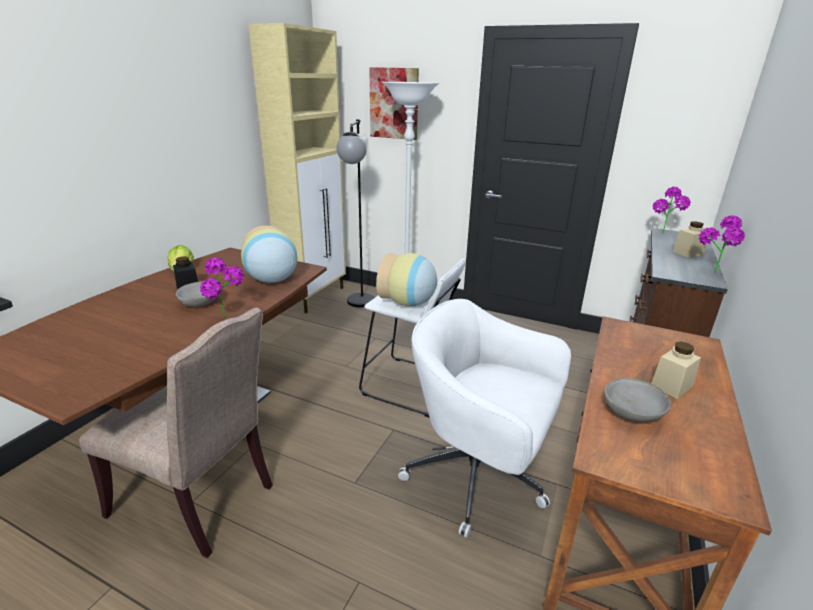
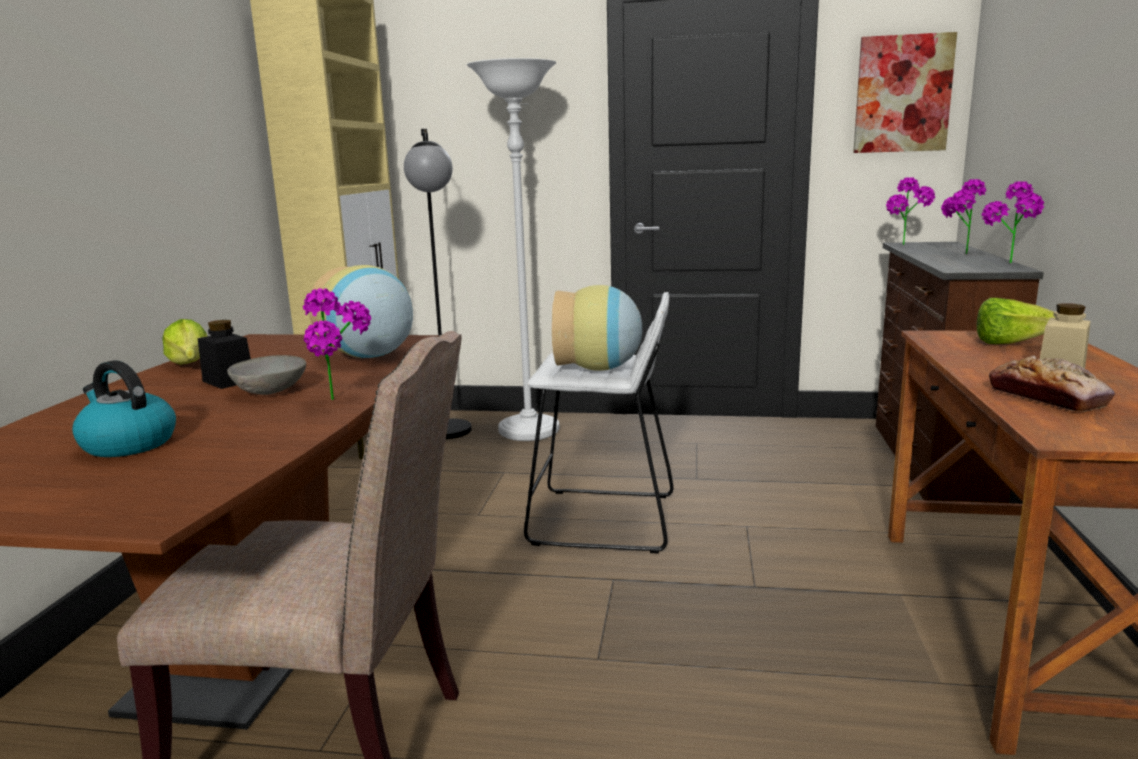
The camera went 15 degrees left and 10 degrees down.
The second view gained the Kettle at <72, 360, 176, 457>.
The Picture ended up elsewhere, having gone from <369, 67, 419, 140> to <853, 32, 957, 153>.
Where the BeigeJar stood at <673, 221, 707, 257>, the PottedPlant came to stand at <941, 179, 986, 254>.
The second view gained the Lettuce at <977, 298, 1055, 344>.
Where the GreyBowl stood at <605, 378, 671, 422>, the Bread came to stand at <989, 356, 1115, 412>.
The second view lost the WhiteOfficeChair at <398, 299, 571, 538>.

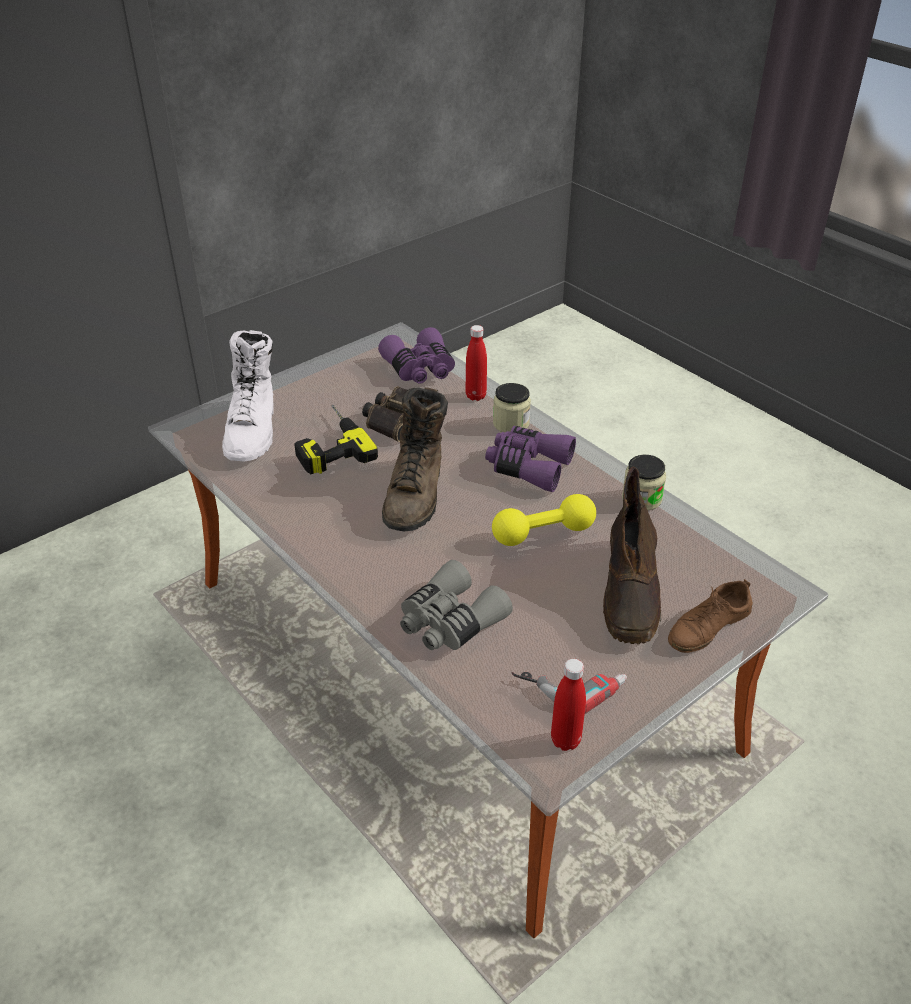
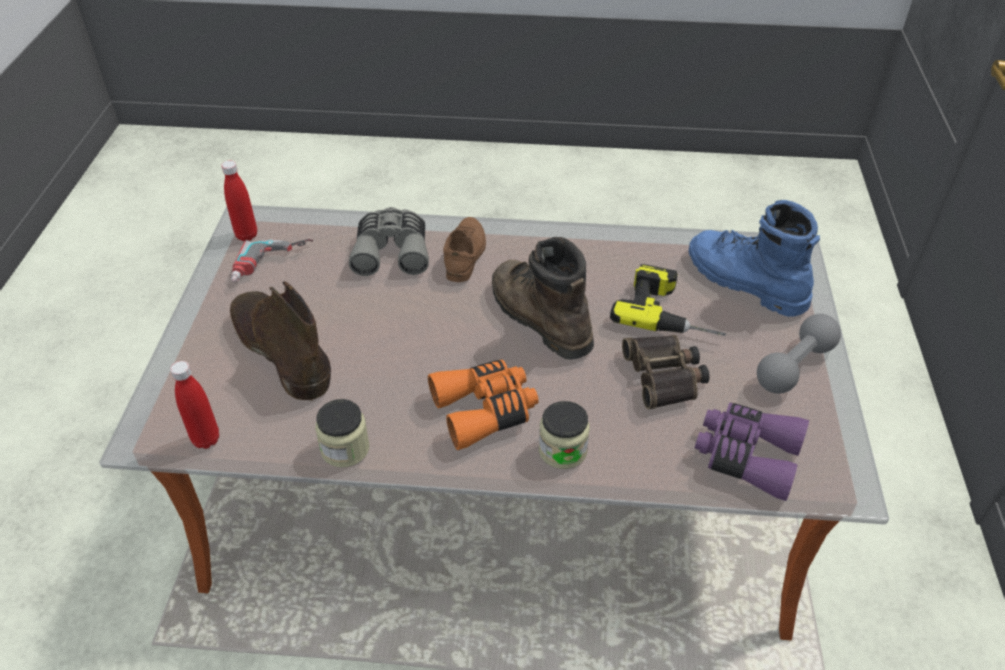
The camera went 135 degrees right and 5 degrees up.
The RedBottle ended up elsewhere, having gone from <465, 325, 487, 401> to <170, 361, 219, 449>.
What was the PurpleBinoculars at <485, 426, 576, 492> turned into the OrangeBinoculars at <428, 360, 539, 450>.
The BrownShoe ended up elsewhere, having gone from <668, 579, 753, 653> to <443, 217, 486, 282>.
What was the WhiteBoot at <222, 330, 274, 462> turned into the BlueBoot at <689, 200, 820, 317>.
The second view gained the GreyDumbbell at <757, 314, 841, 394>.
The second view lost the YellowDumbbell at <492, 494, 596, 546>.

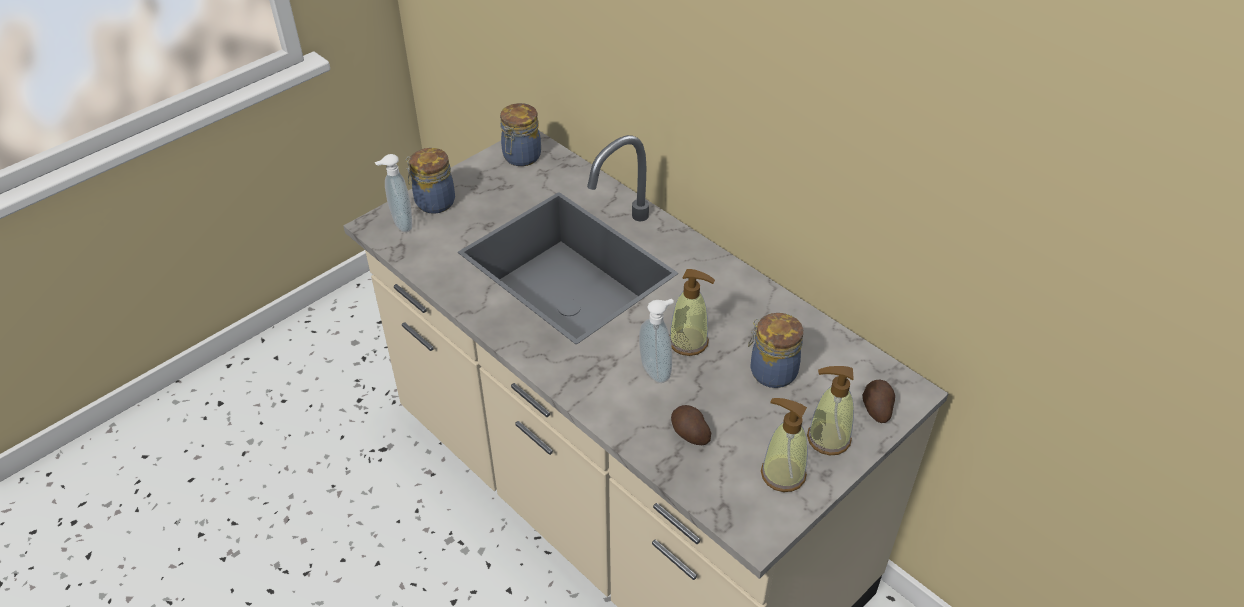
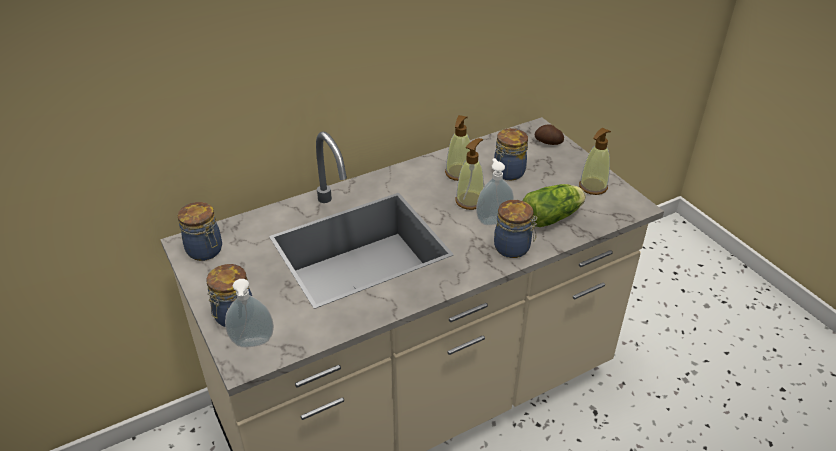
The camera went 75 degrees left and 5 degrees down.
The SoapDispenser ended up elsewhere, having gone from <807, 366, 854, 455> to <445, 115, 470, 181>.
The second view gained the Jar at <494, 200, 537, 258>.
Where the Potato stood at <671, 405, 711, 445>, the Lettuce came to stand at <523, 184, 586, 227>.

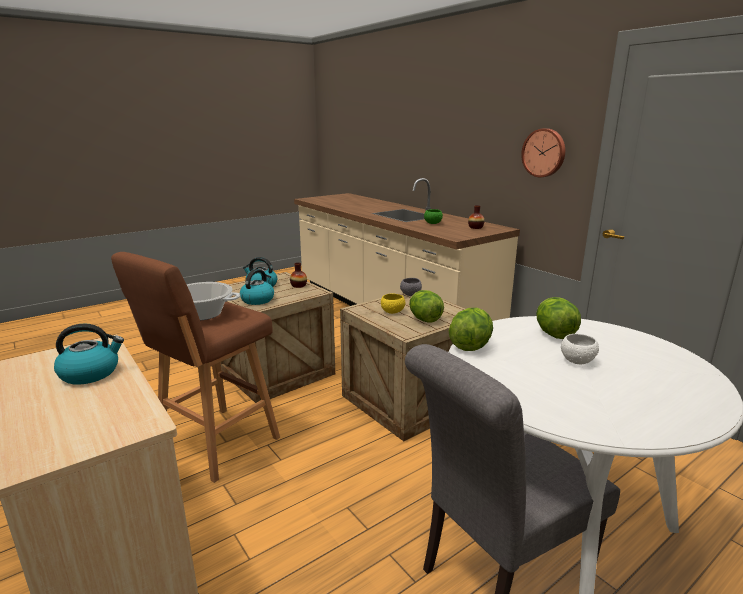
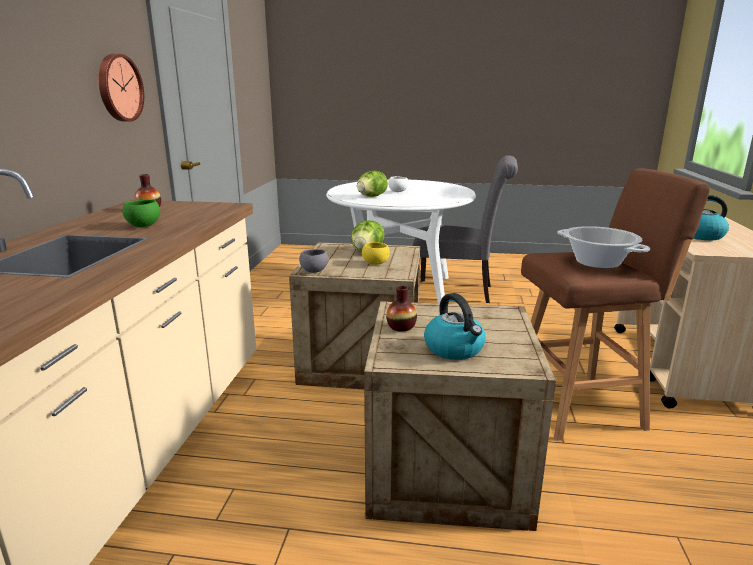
The camera went 135 degrees left and 0 degrees up.
The second view lost the Kettle at <240, 269, 274, 305>.
The second view lost the Lettuce at <449, 308, 493, 351>.

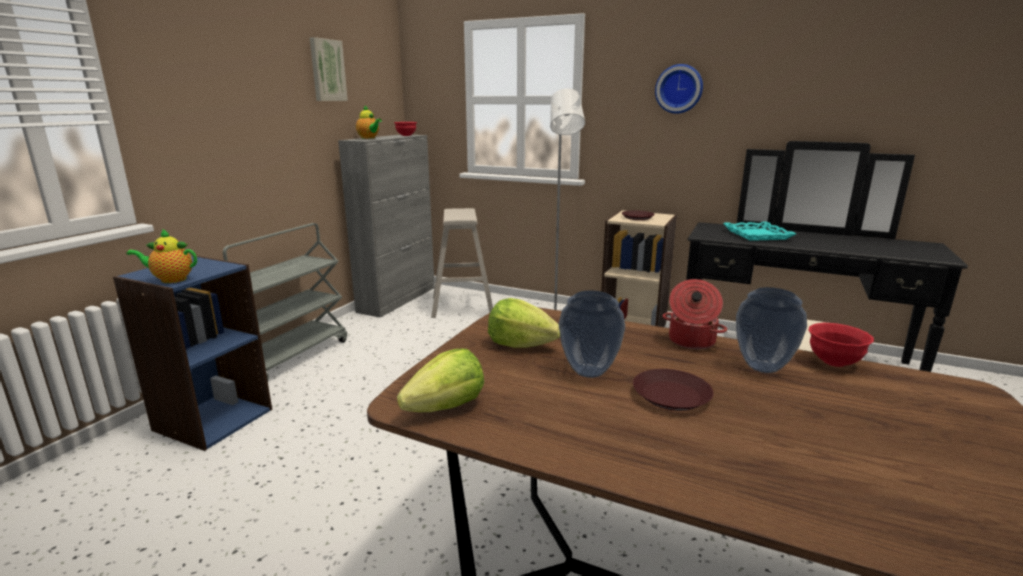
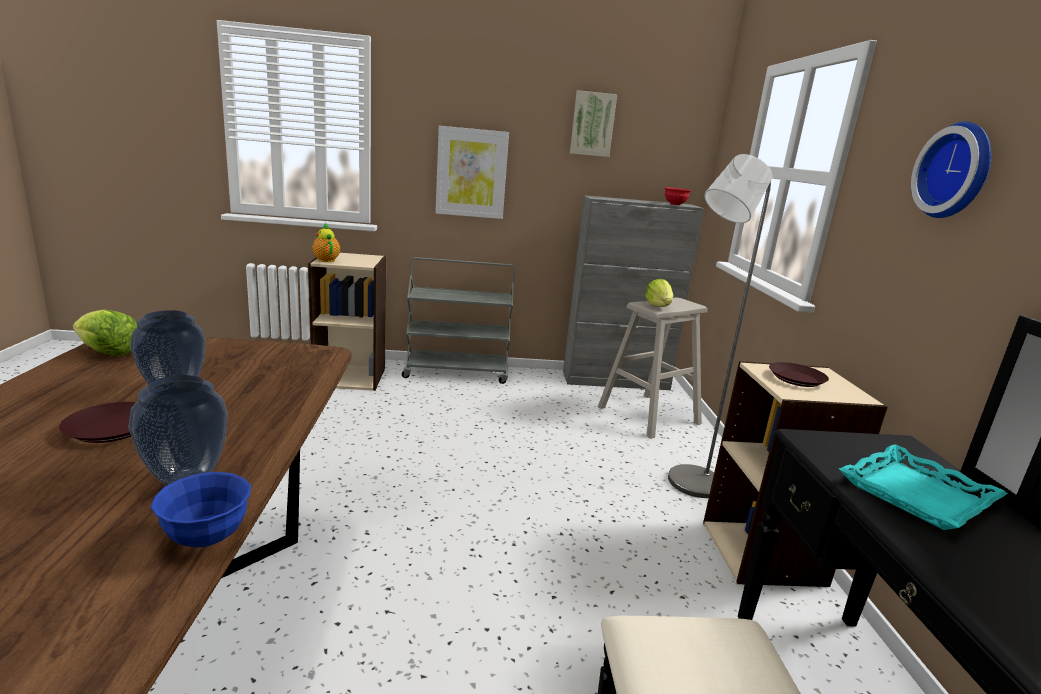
The camera went 60 degrees right and 0 degrees up.
What was the RedBowl at <808, 323, 874, 367> turned into the BlueBowl at <151, 472, 251, 547>.
What was the BlueBookcase at <113, 256, 272, 451> turned into the BeigeBookcase at <308, 253, 386, 391>.
The second view gained the Picture at <435, 126, 509, 219>.
The Lettuce ended up elsewhere, having gone from <488, 298, 560, 348> to <645, 279, 674, 307>.
The second view lost the Teapot at <356, 105, 382, 139>.
The second view lost the CookingPot at <662, 279, 727, 349>.

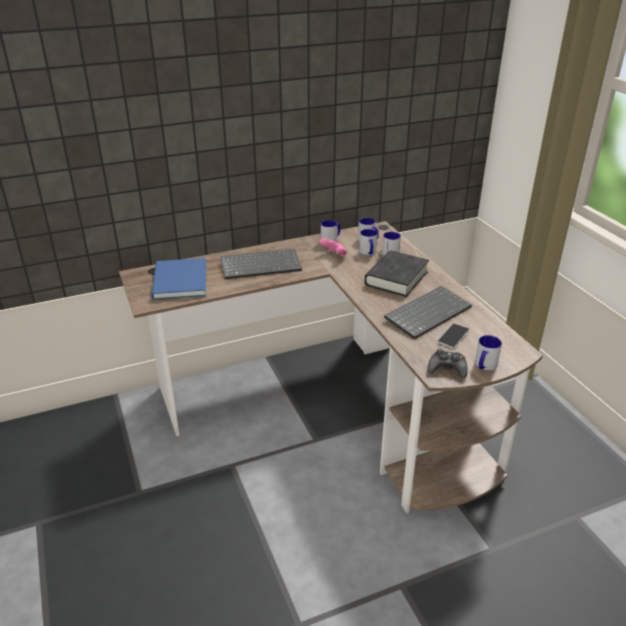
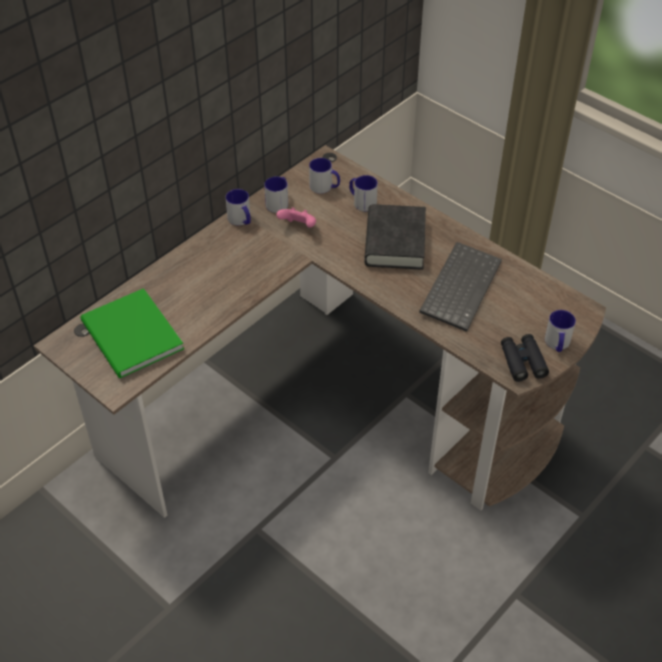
The camera went 25 degrees left and 15 degrees up.
What was the BlueBook at <151, 258, 206, 300> turned into the GreenBook at <80, 288, 184, 378>.
The Mug ended up elsewhere, having gone from <359, 229, 378, 255> to <225, 189, 251, 226>.
Where the BlackGameController stood at <427, 348, 468, 378>, the BlackBinoculars came to stand at <501, 334, 549, 382>.
The second view lost the Keyboard at <220, 249, 302, 279>.
The second view lost the Phone at <437, 324, 470, 348>.

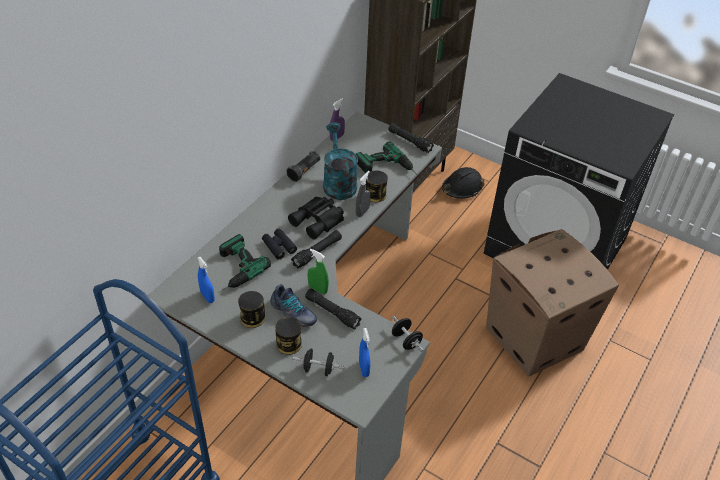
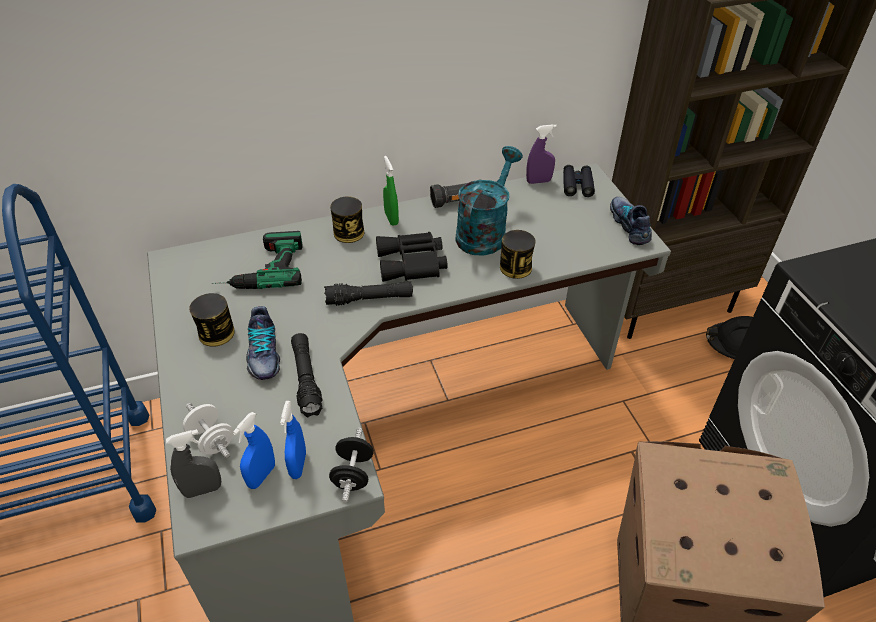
The camera went 40 degrees right and 0 degrees up.
The GreySprayBottle ended up elsewhere, having gone from <356, 171, 371, 217> to <166, 429, 221, 498>.
What was the BlackDumbbell at <293, 349, 345, 376> turned into the WhiteDumbbell at <183, 403, 233, 458>.
The BlueSprayBottle ended up elsewhere, having gone from <198, 257, 215, 303> to <280, 401, 306, 479>.
The Can ended up elsewhere, having gone from <275, 317, 302, 355> to <330, 196, 364, 243>.
The GreenSprayBottle ended up elsewhere, having gone from <308, 249, 329, 294> to <383, 156, 399, 226>.
The BlackBinoculars ended up elsewhere, having gone from <262, 229, 297, 260> to <563, 165, 595, 197>.
Where the BlackFlashlight stood at <388, 123, 434, 153>, the Shoe came to stand at <610, 197, 652, 245>.
The second view lost the PowerDrill at <356, 141, 417, 174>.

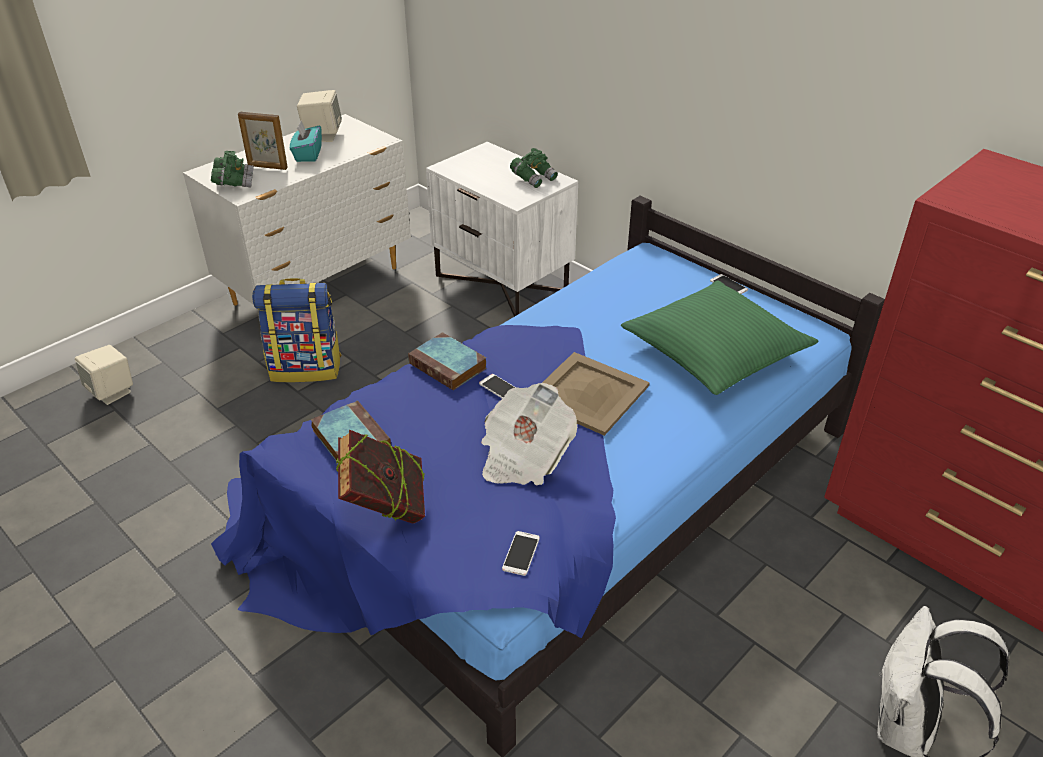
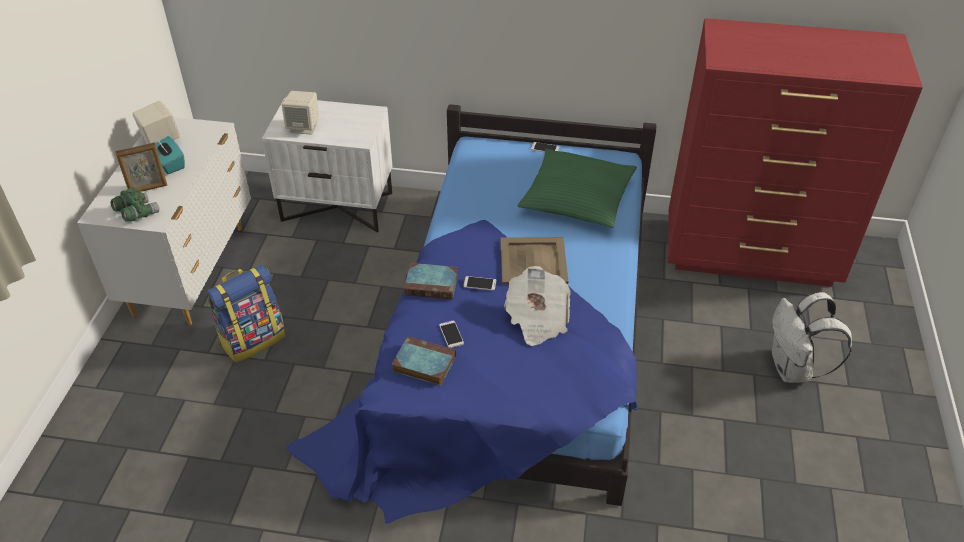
The camera went 35 degrees left and 5 degrees up.
The BeigeSpeaker ended up elsewhere, having gone from <75, 345, 133, 405> to <282, 91, 319, 135>.
The Phone ended up elsewhere, having gone from <502, 531, 540, 576> to <439, 321, 464, 348>.
The second view lost the Book at <336, 430, 425, 524>.
The second view lost the GreenBinoculars at <510, 148, 558, 188>.

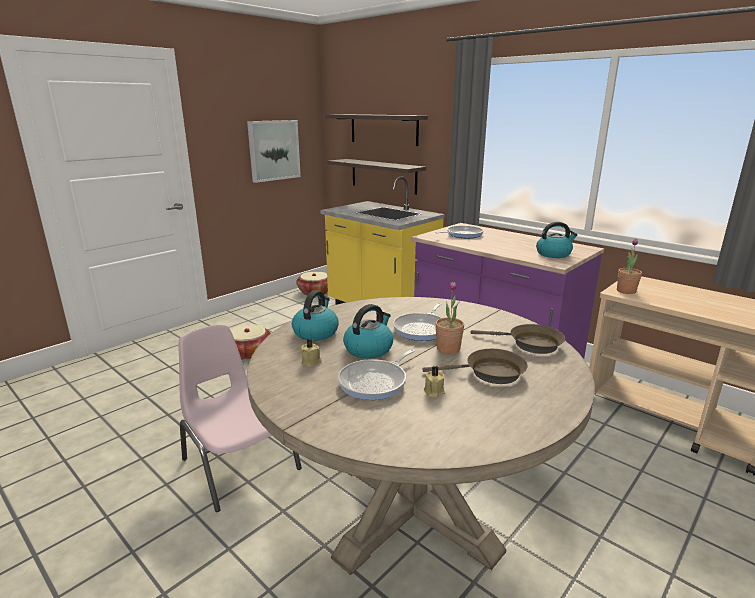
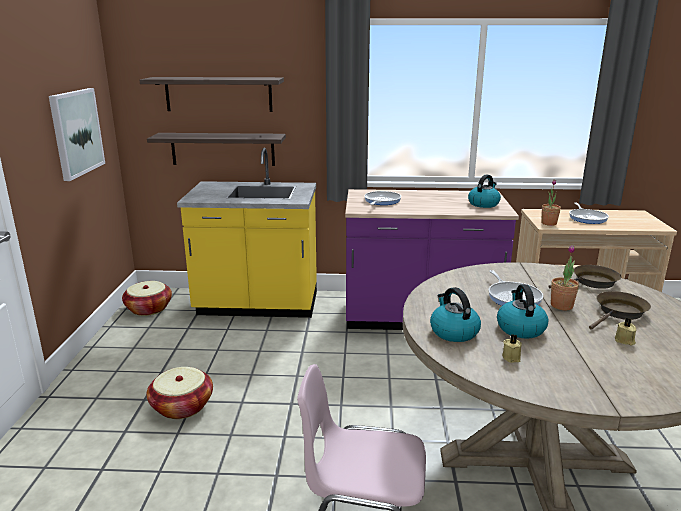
The camera went 40 degrees left and 0 degrees up.
The FryingPan ended up elsewhere, having gone from <338, 349, 415, 400> to <569, 202, 609, 224>.

